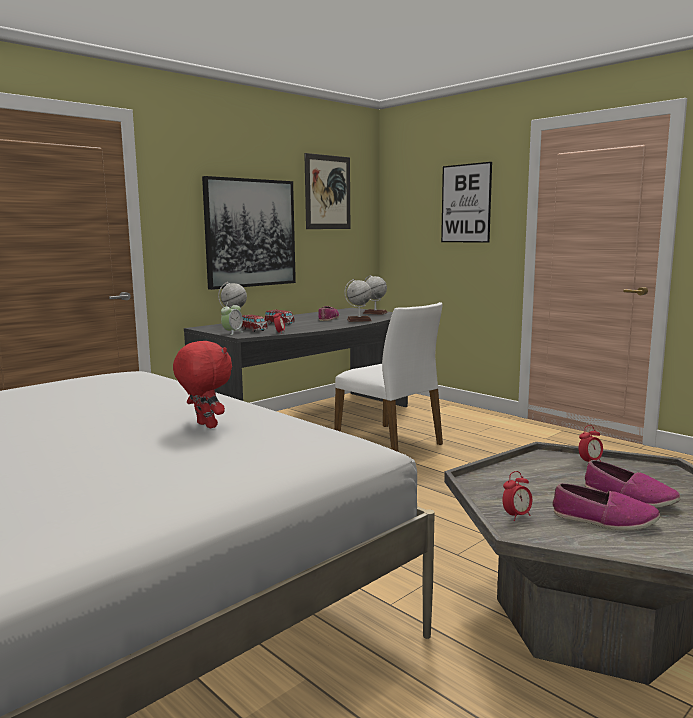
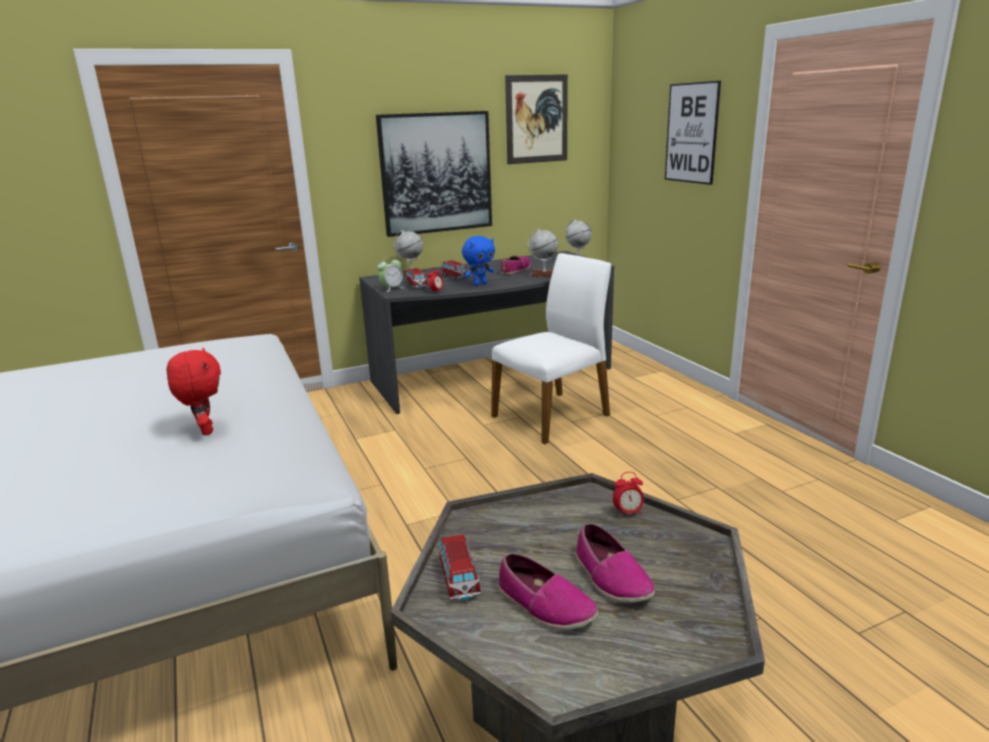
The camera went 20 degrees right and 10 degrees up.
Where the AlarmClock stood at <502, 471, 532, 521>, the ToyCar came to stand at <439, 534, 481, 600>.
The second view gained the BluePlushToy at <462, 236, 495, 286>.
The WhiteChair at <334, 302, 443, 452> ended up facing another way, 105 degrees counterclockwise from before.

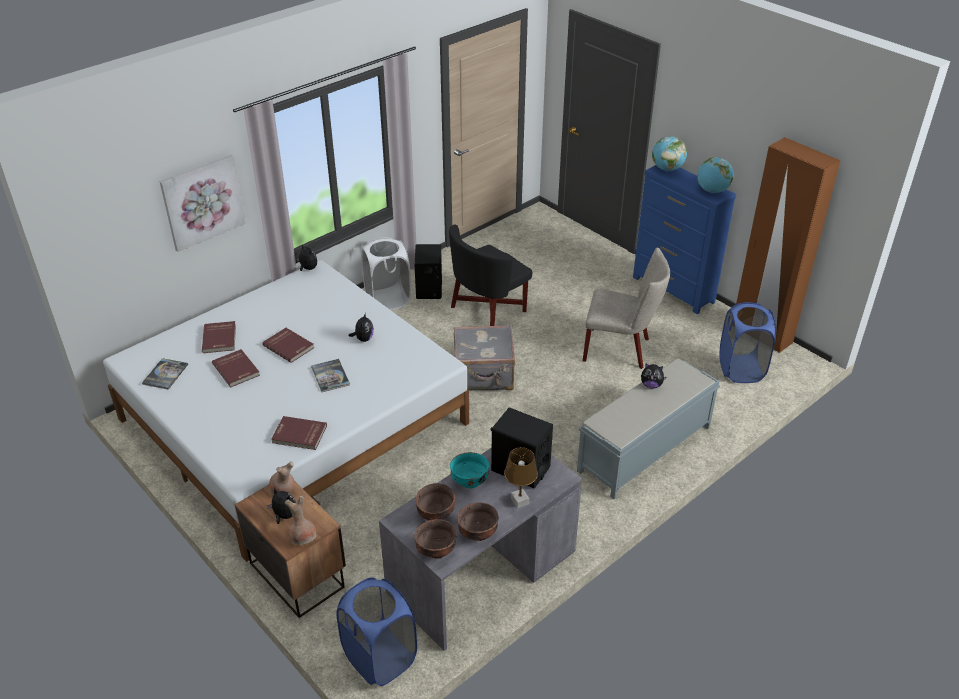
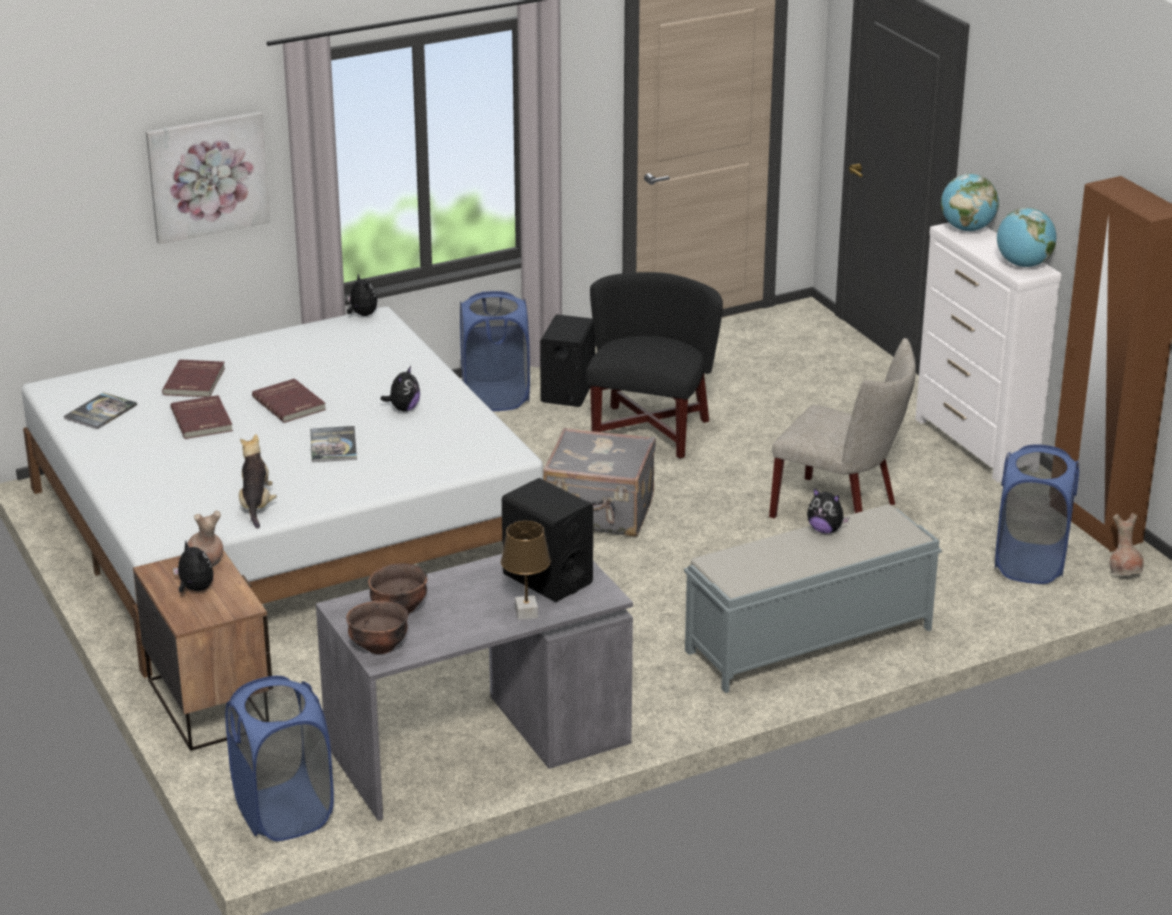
The camera went 15 degrees right and 10 degrees down.
Where the RedBook stood at <271, 416, 327, 450>, the PlushToy came to stand at <239, 434, 277, 529>.
What was the WhiteLaundryBasket at <361, 237, 411, 310> turned into the BlueLaundryBasket at <460, 291, 530, 411>.
The BlackArmchair at <449, 224, 532, 326> ended up facing another way, 135 degrees clockwise from before.
What was the BlueDresser at <633, 165, 736, 314> turned into the WhiteDresser at <915, 223, 1061, 482>.
The BrownVase ended up elsewhere, having gone from <285, 496, 316, 545> to <1110, 513, 1144, 575>.
The second view lost the TurquoiseBowl at <450, 452, 490, 489>.
The second view lost the BrownBowl at <457, 502, 499, 541>.

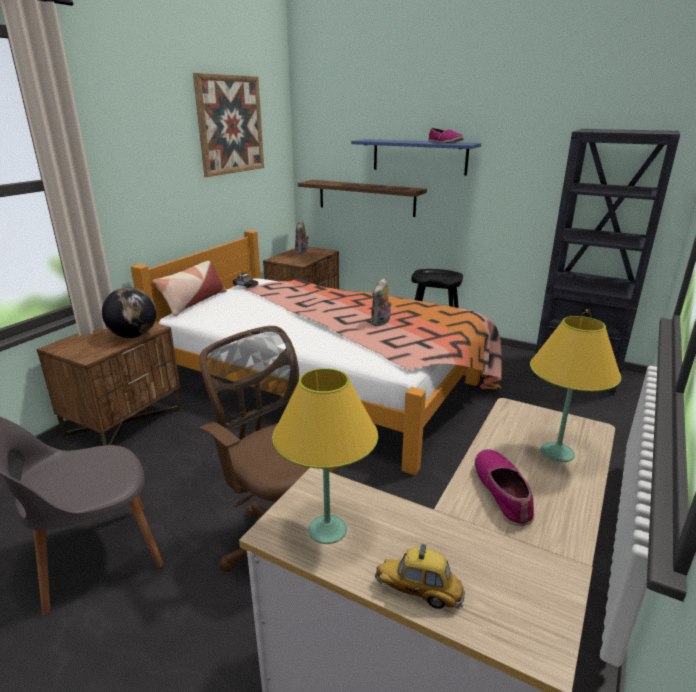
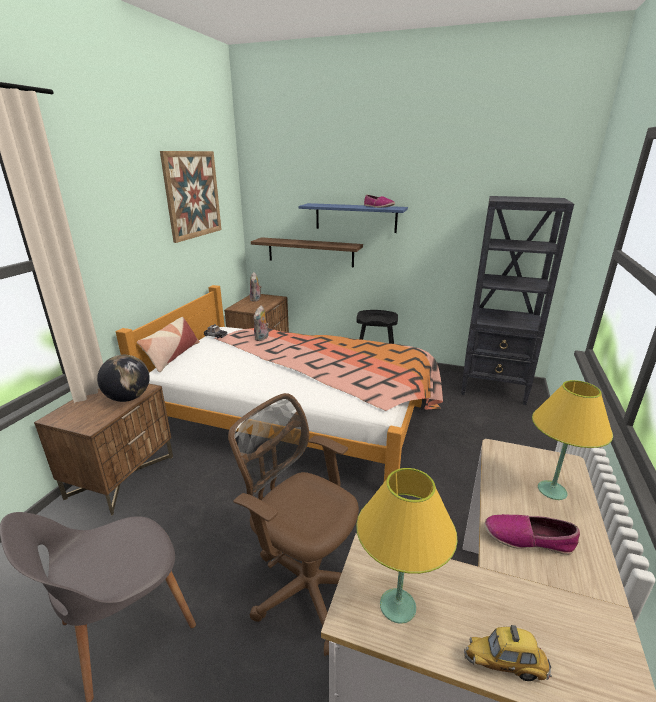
The camera went 10 degrees left and 0 degrees up.
The PlushToy ended up elsewhere, having gone from <371, 278, 392, 326> to <253, 306, 269, 341>.
The Shoe at <474, 449, 535, 526> ended up facing another way, 60 degrees counterclockwise from before.

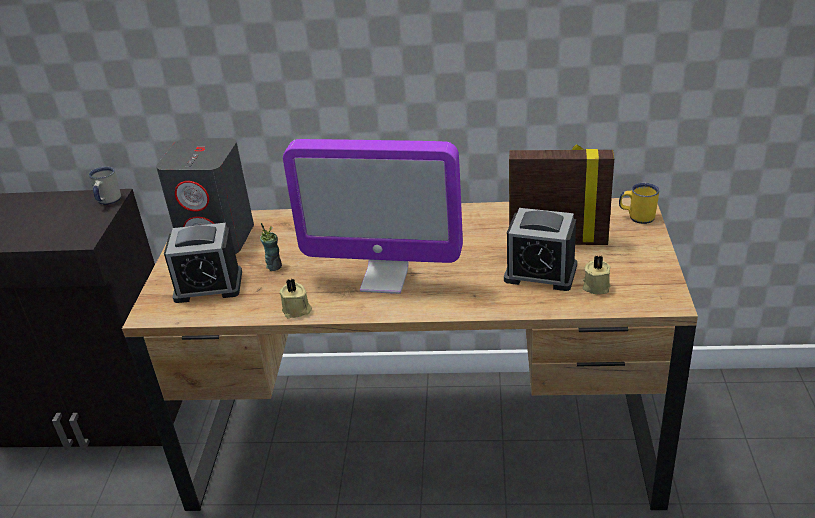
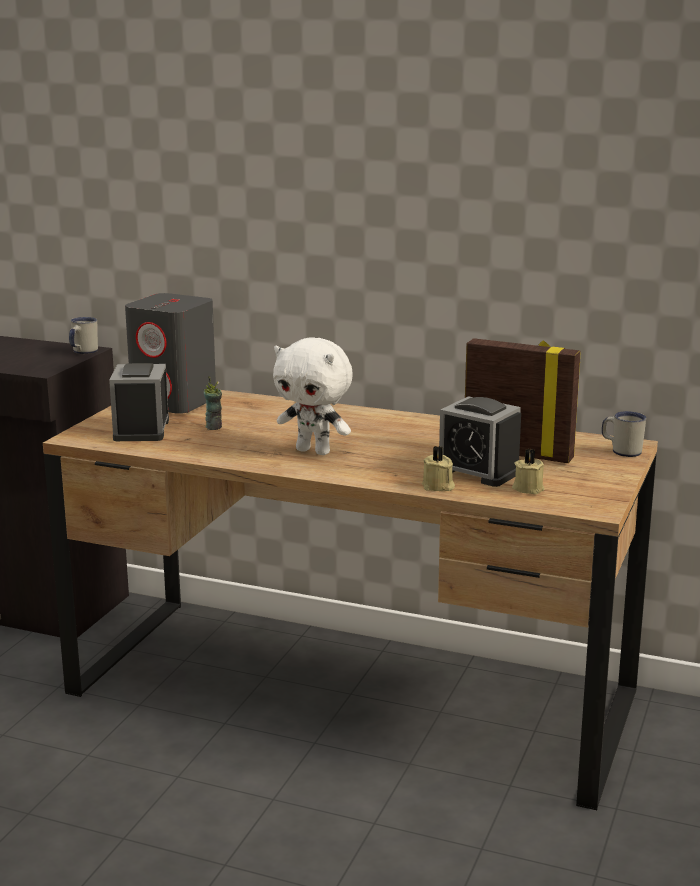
The camera went 15 degrees right and 15 degrees down.
The AlarmClock at <164, 223, 242, 303> ended up facing another way, 75 degrees clockwise from before.
Where the Monitor stood at <283, 139, 463, 294>, the WhitePlushToy came to stand at <273, 337, 353, 455>.
The BeigeCandle ended up elsewhere, having gone from <279, 278, 312, 318> to <422, 446, 455, 491>.
What was the YellowMug at <619, 183, 659, 224> turned into the WhiteMug at <602, 411, 646, 457>.

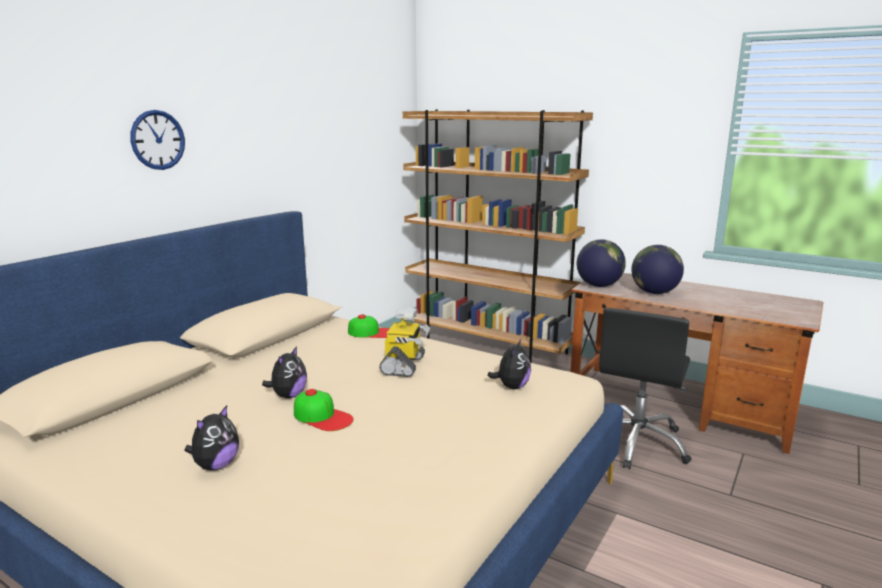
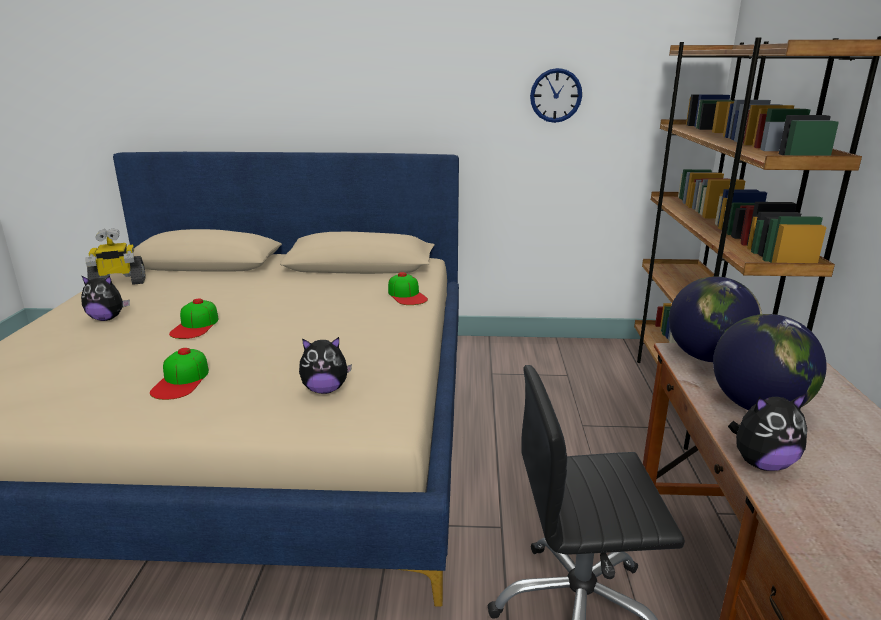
The camera went 60 degrees right and 5 degrees up.
The ToyRobot ended up elsewhere, having gone from <379, 308, 430, 377> to <85, 228, 146, 285>.
The second view gained the Cap at <150, 348, 209, 400>.
The WallClock ended up elsewhere, having gone from <131, 110, 185, 170> to <530, 68, 582, 123>.
The PlushToy ended up elsewhere, having gone from <262, 346, 307, 398> to <728, 393, 807, 471>.

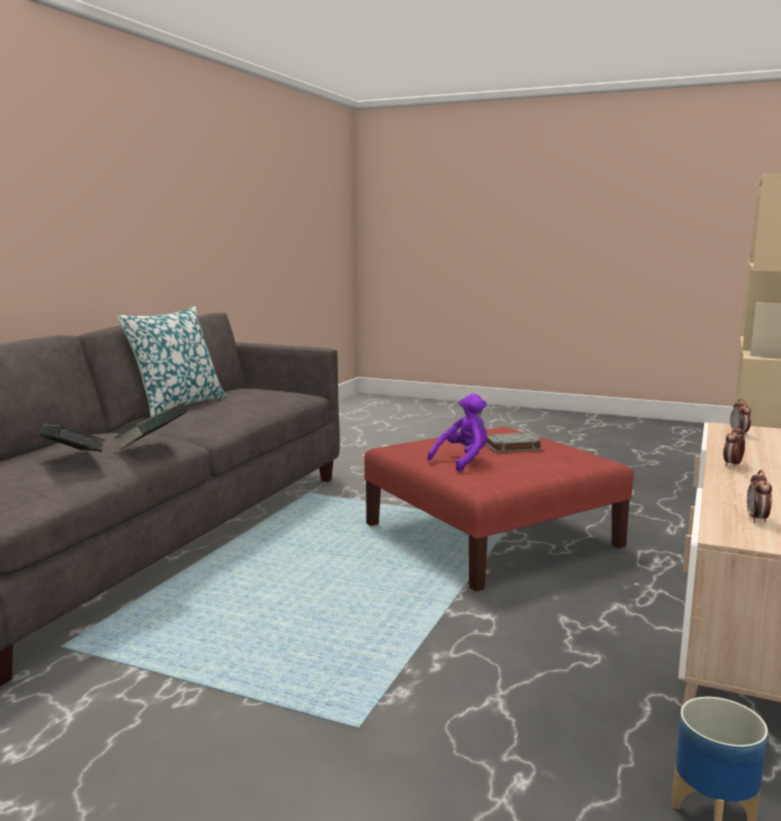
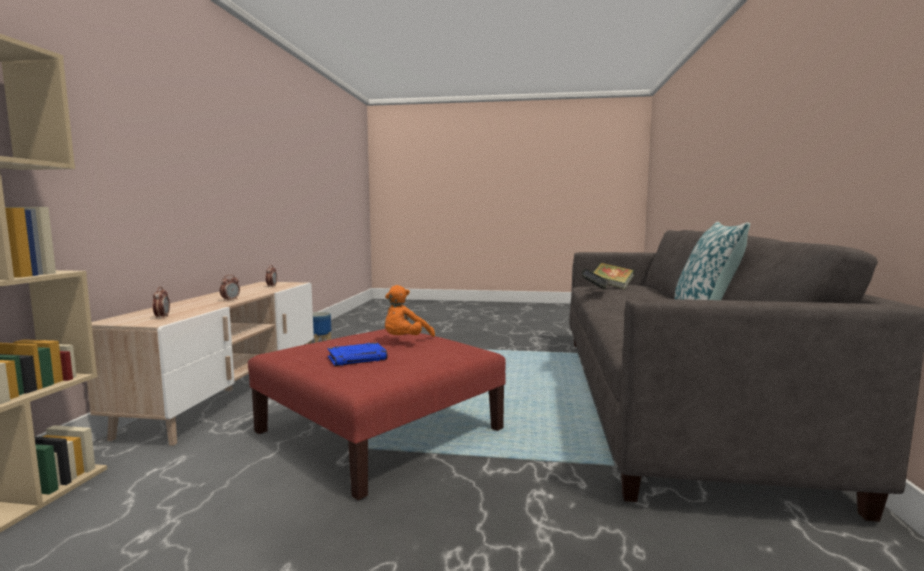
The camera went 165 degrees right and 5 degrees down.
What was the GreyBook at <486, 432, 543, 452> turned into the BlueBook at <327, 342, 388, 366>.
What was the PurplePlushToy at <427, 393, 487, 472> turned into the OrangePlushToy at <385, 285, 435, 337>.

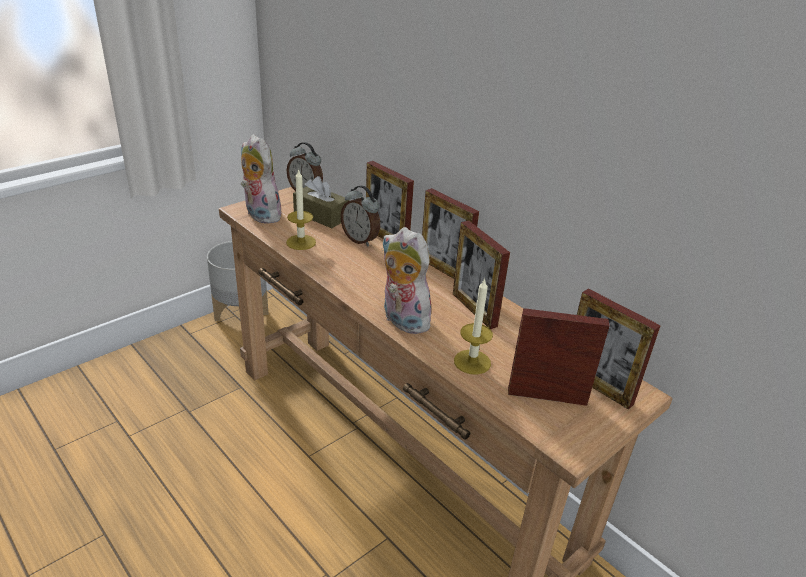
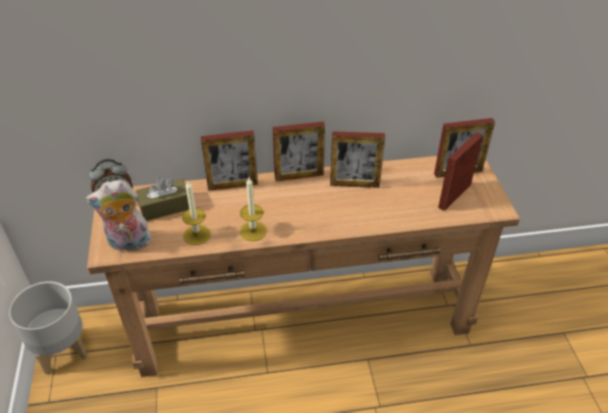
The camera went 55 degrees left and 10 degrees up.
The Candle ended up elsewhere, having gone from <454, 278, 493, 375> to <240, 177, 267, 241>.
The second view lost the AlarmClock at <341, 185, 380, 246>.
The second view lost the PlushToy at <382, 227, 431, 334>.

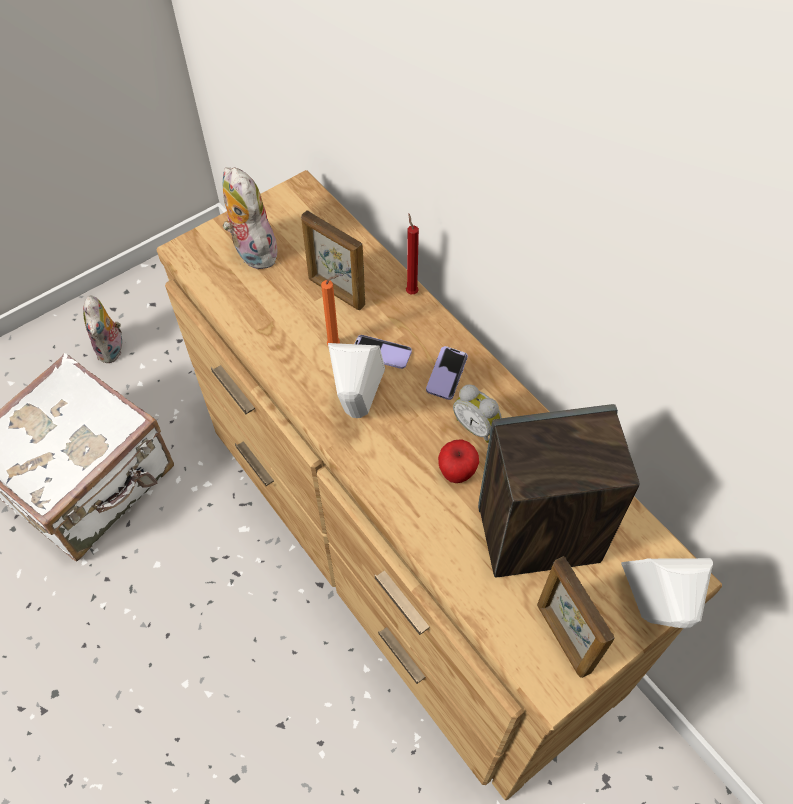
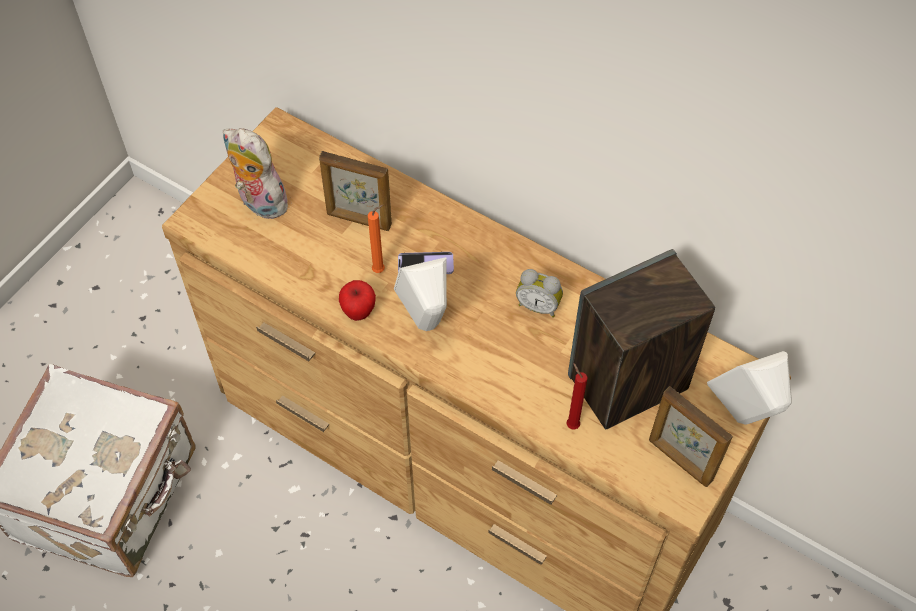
The camera went 20 degrees left and 0 degrees up.
The Apple ended up elsewhere, having gone from <438, 439, 479, 483> to <339, 280, 376, 321>.
The RedCandle ended up elsewhere, having gone from <406, 214, 419, 294> to <566, 363, 587, 430>.
The second view lost the PlushToy at <83, 295, 126, 363>.
The second view lost the Phone at <426, 346, 468, 400>.

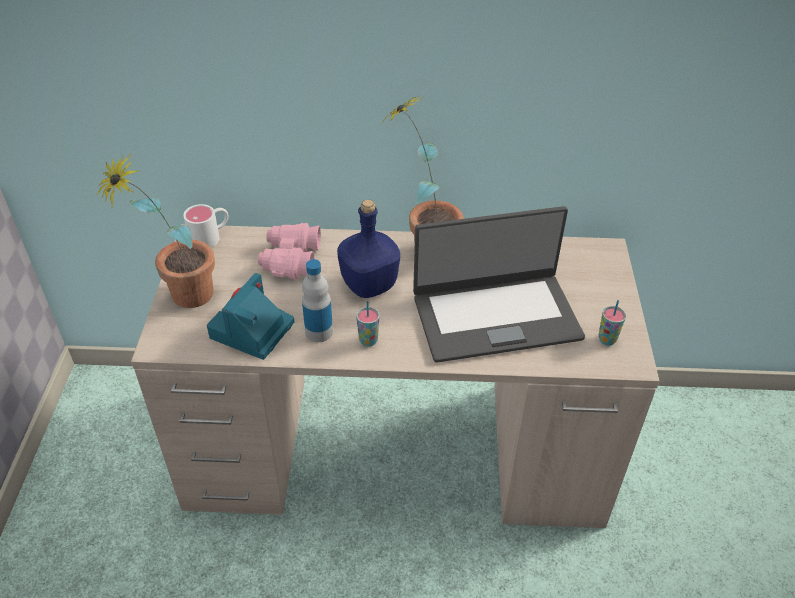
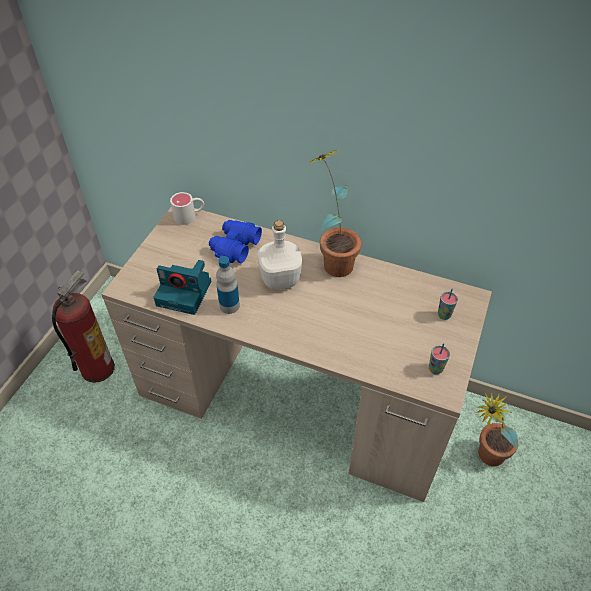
The camera went 20 degrees right and 5 degrees up.
The second view gained the FireExtinguisher at <52, 270, 115, 383>.
The PhotoCamera at <207, 273, 294, 360> ended up facing another way, 120 degrees counterclockwise from before.
What was the PinkBinoculars at <258, 223, 321, 280> turned into the BlueBinoculars at <209, 220, 262, 263>.
What was the BlueBottle at <337, 199, 400, 298> turned into the WhiteBottle at <258, 220, 302, 290>.
The Cup ended up elsewhere, having gone from <356, 301, 380, 347> to <438, 289, 458, 320>.
The PottedPlant ended up elsewhere, having gone from <95, 152, 215, 308> to <475, 393, 518, 466>.
The second view lost the Laptop at <413, 206, 585, 363>.

